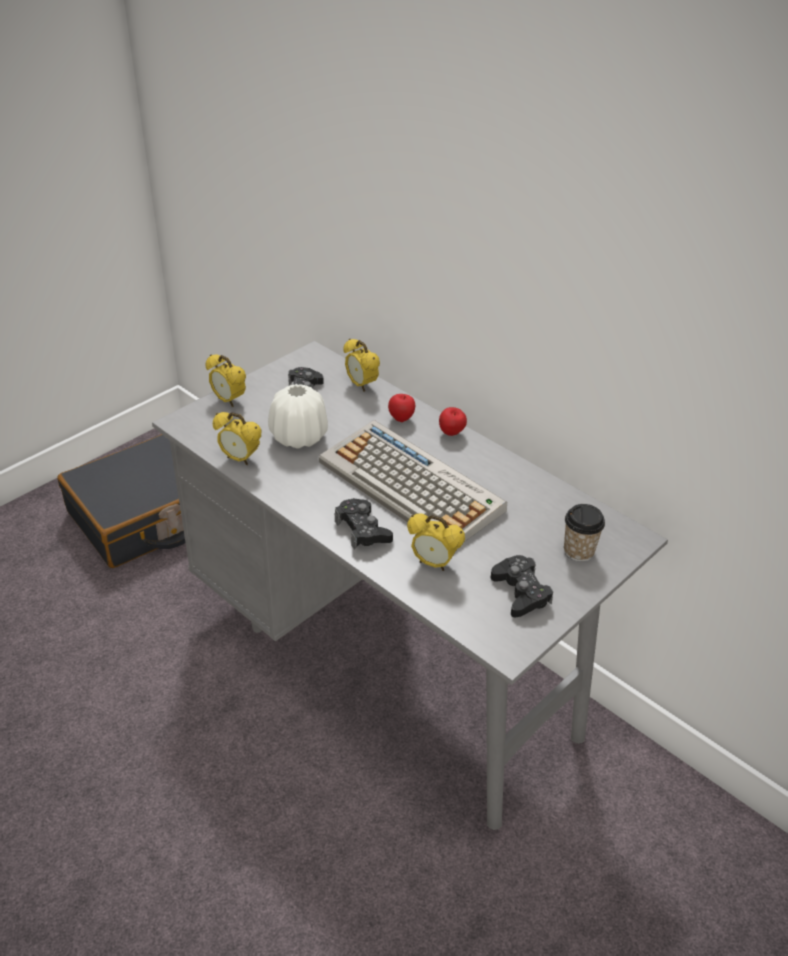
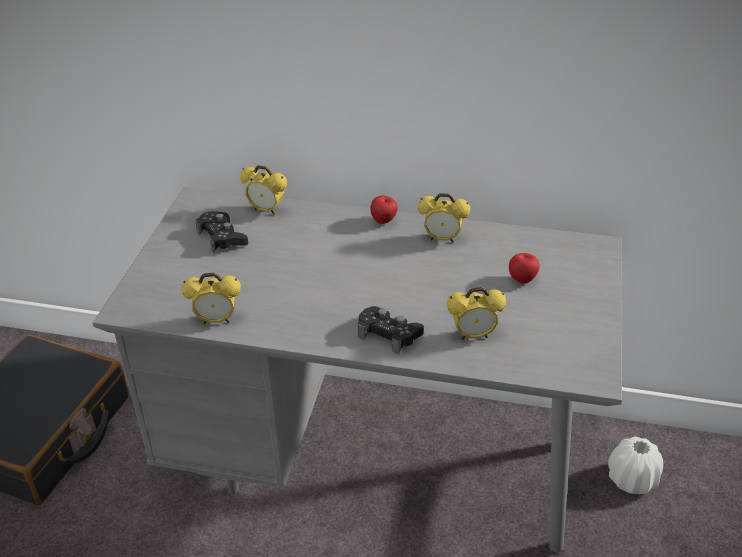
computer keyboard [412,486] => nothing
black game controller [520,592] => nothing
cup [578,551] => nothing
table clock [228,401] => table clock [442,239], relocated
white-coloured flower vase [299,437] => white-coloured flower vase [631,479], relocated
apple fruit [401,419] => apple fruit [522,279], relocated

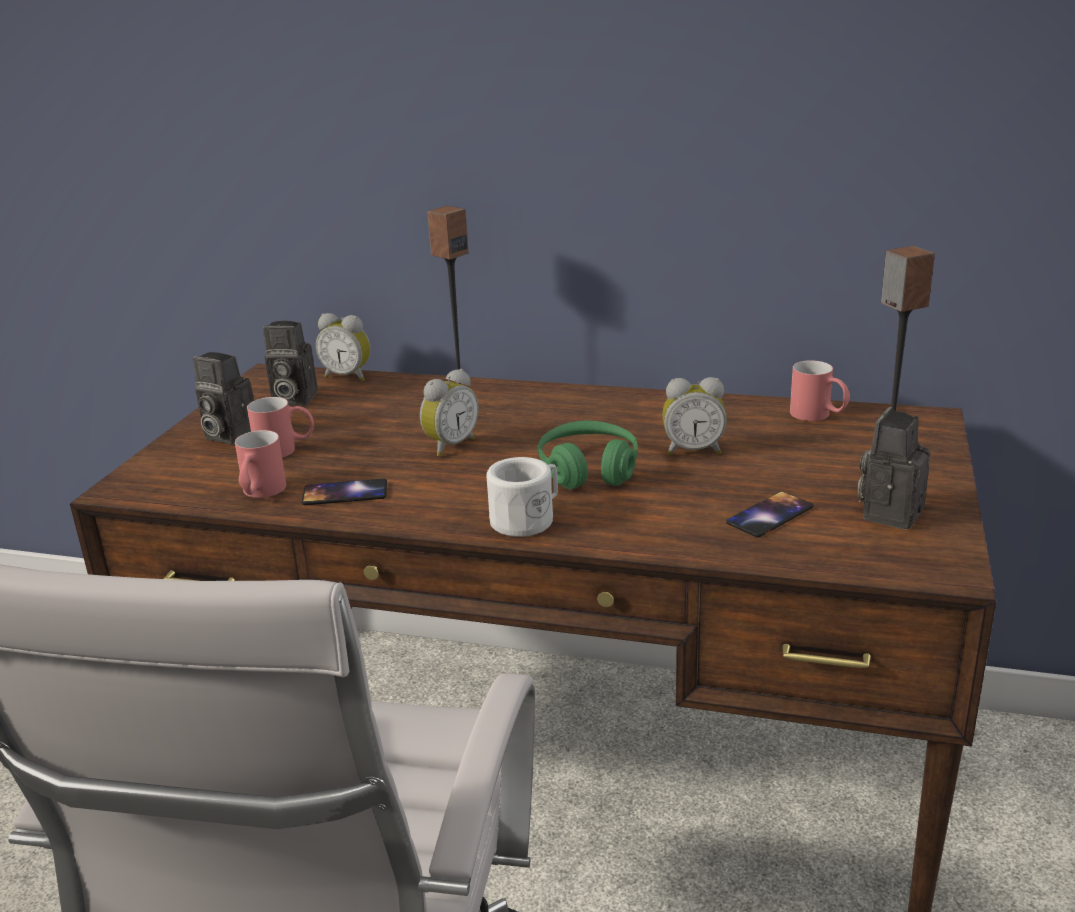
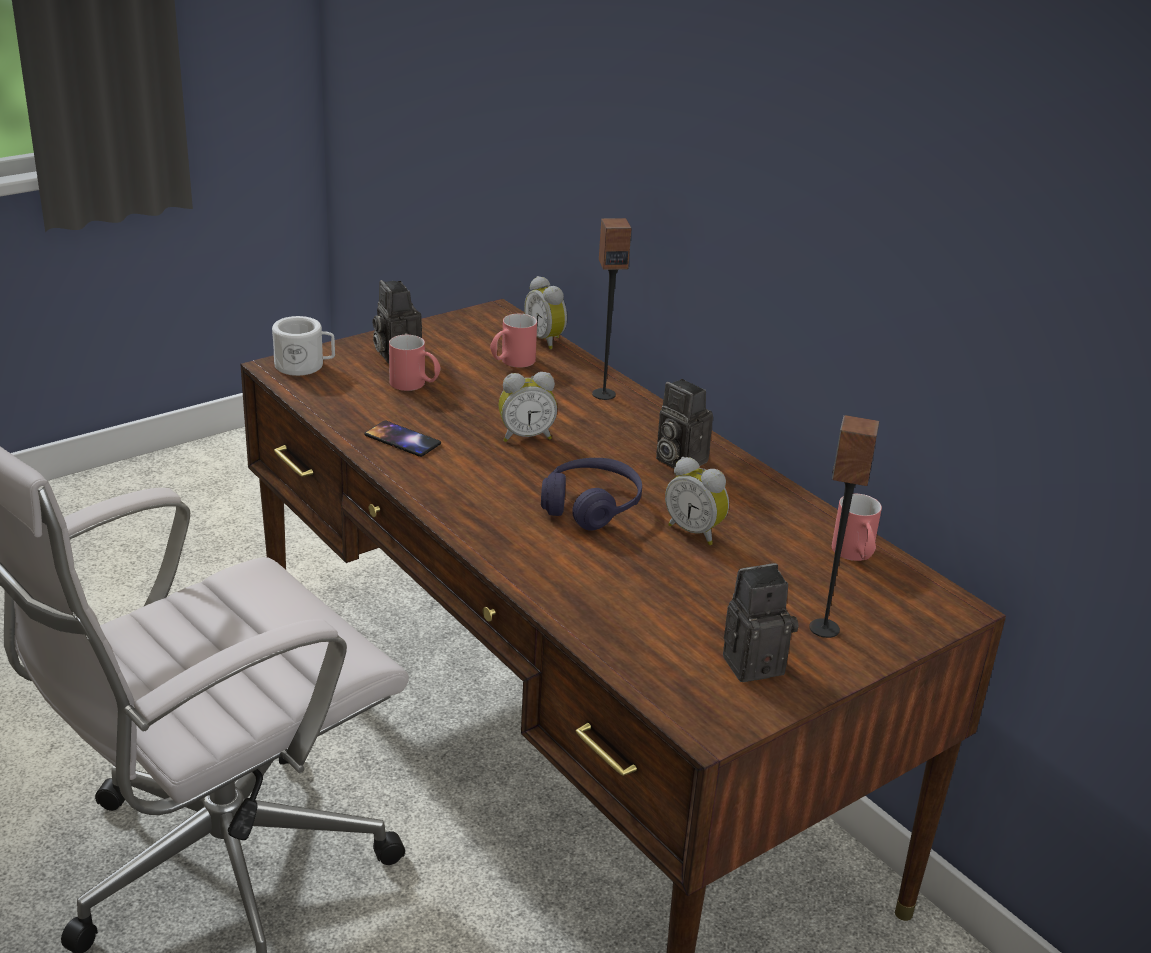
phone [769,515] => nothing
red tea mug [260,493] => red tea mug [511,363], relocated
photo camera [291,399] => photo camera [677,460], relocated
white-coloured tea mug [527,519] => white-coloured tea mug [305,366], relocated
greenish pair of headphones [588,469] => purple pair of headphones [590,506]

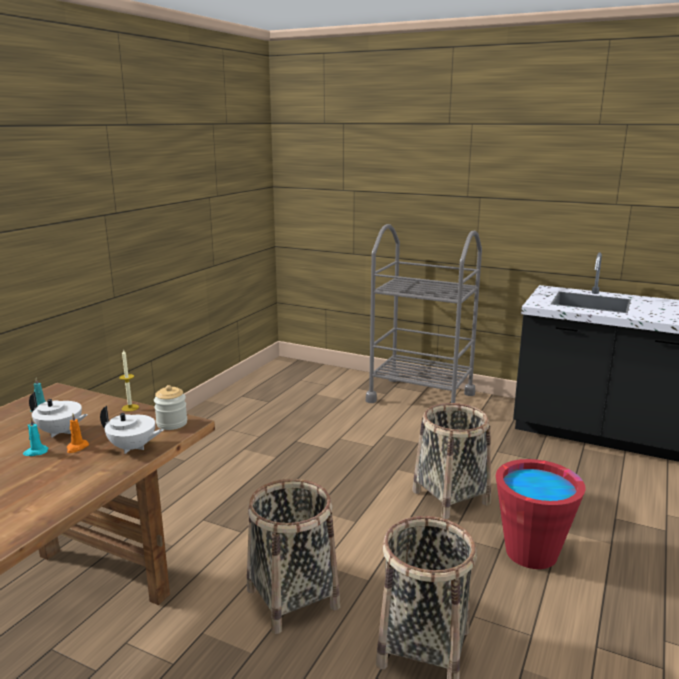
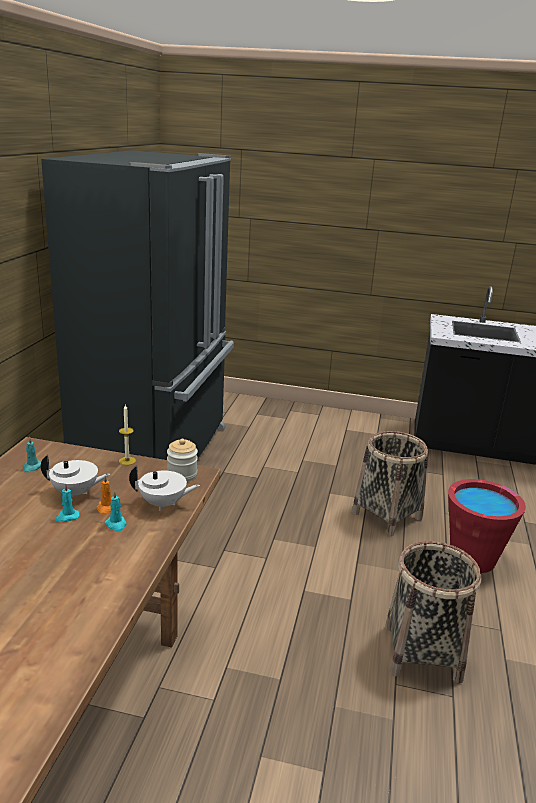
basket [293,598] => nothing
grey cart [421,397] => nothing
nothing => black kitchen fridge [157,454]
nothing => turquoise wax candle [116,524]

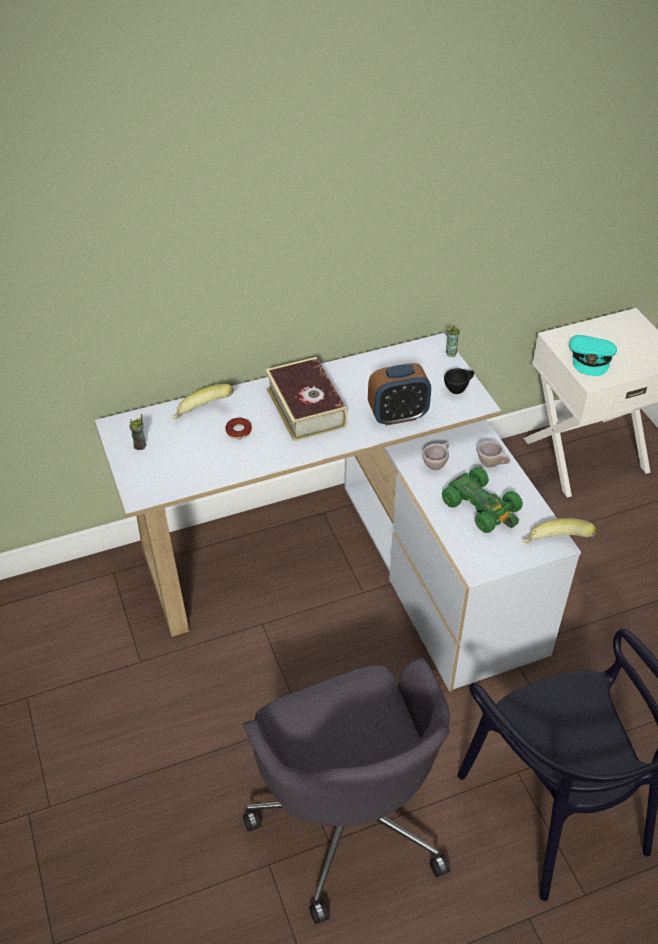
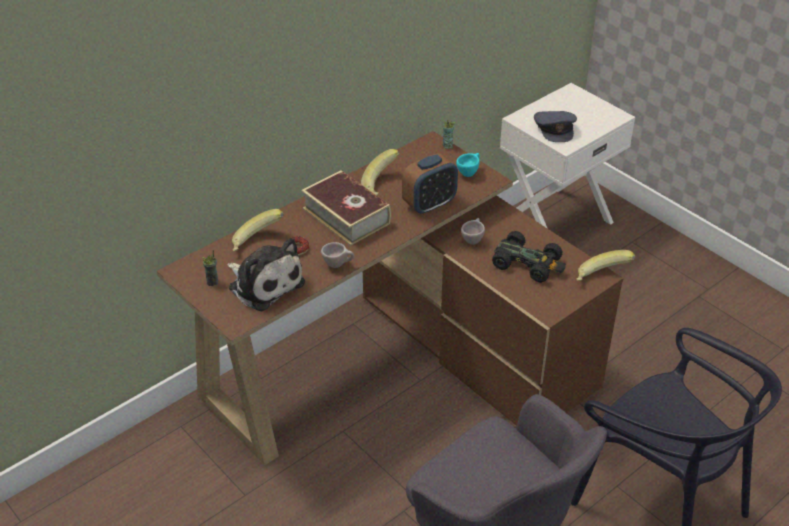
nothing => plush toy [264,284]
nothing => banana fruit [382,185]
sand-coloured cup [492,464] => sand-coloured cup [338,264], relocated
white-coloured desk table [348,565] => brownish desk table [397,361]
greenish toy car [482,507] => black toy car [528,263]
black cup [458,389] => turquoise cup [469,172]
turquoise peaked cap [590,358] => grey peaked cap [555,129]

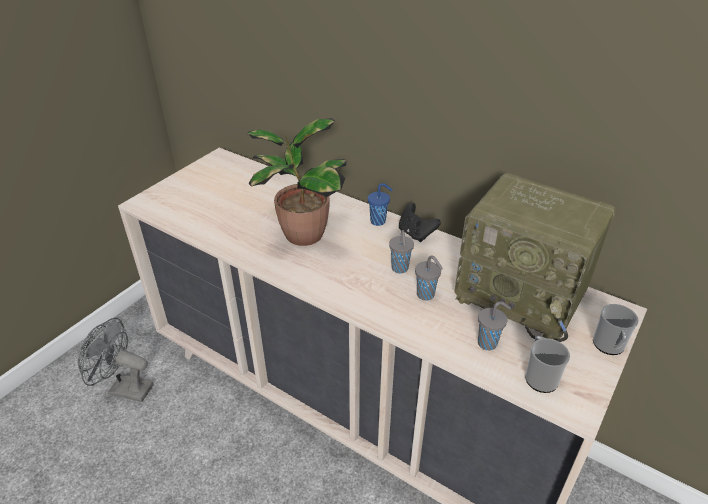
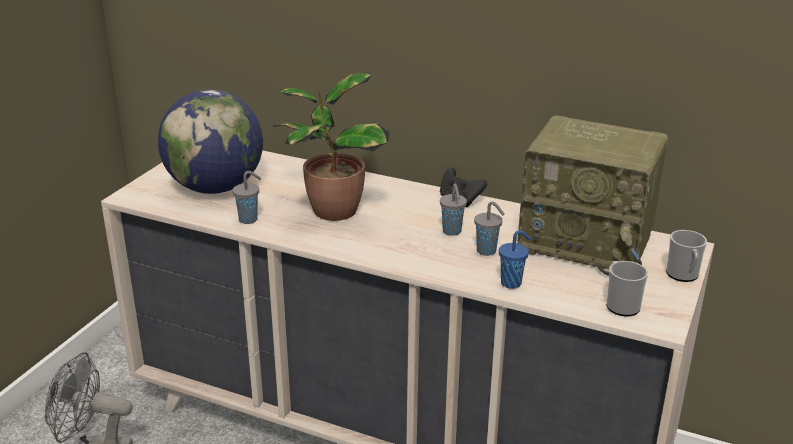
nothing => globe [215,188]
blue-coloured cup [379,221] => blue-coloured cup [512,283], relocated
grey cup [488,343] => grey cup [249,219], relocated

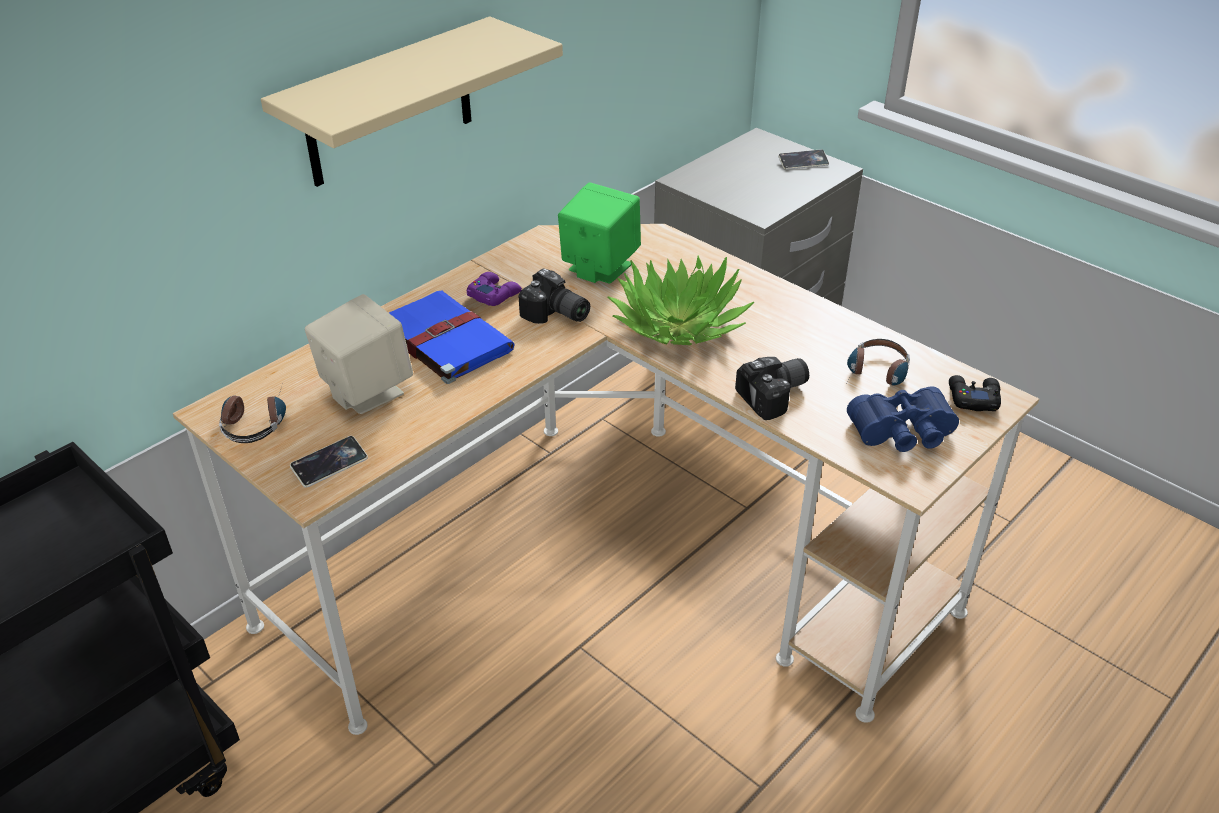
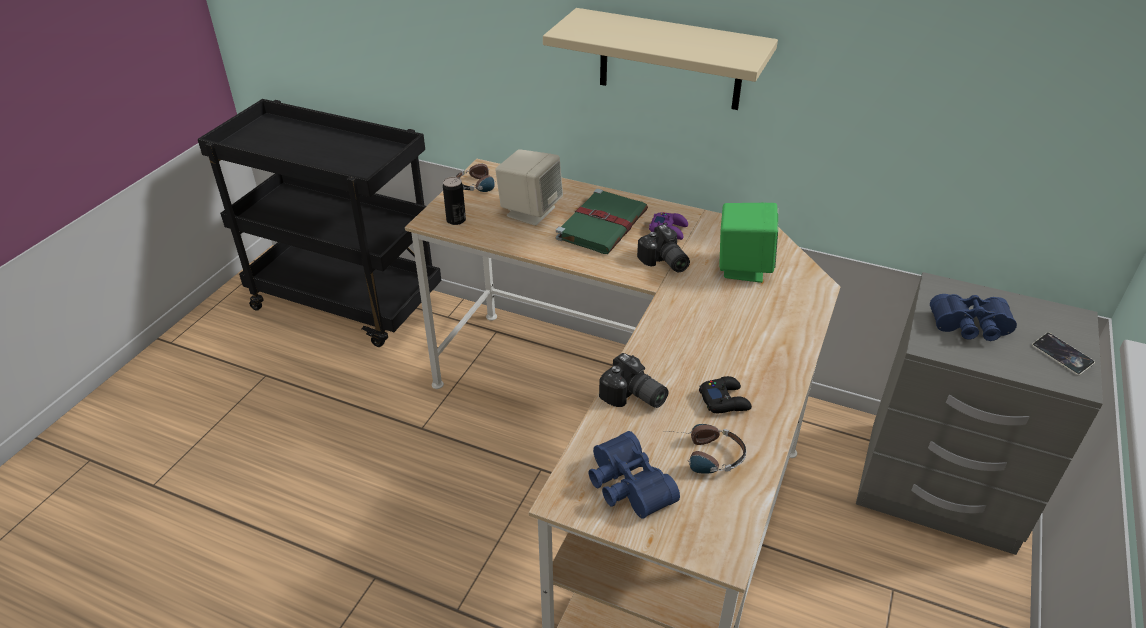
houseplant [679,324] => nothing
nothing => blue-coloured binoculars [970,328]
black game controller [972,398] => black game controller [724,400], relocated
phone [330,465] => can [456,220]
blue-coloured bound book [443,338] => greenish bound book [603,224]
photo camera [555,315] => photo camera [663,262], 45 degrees counterclockwise

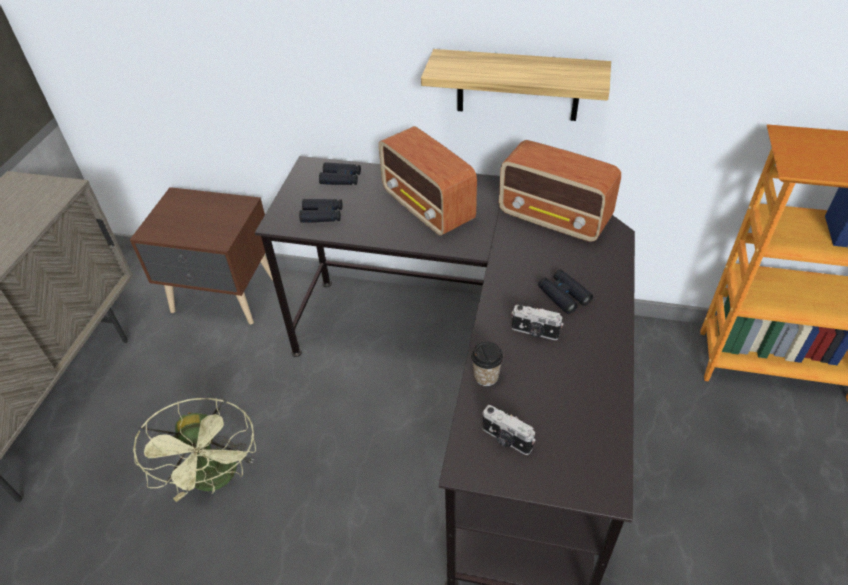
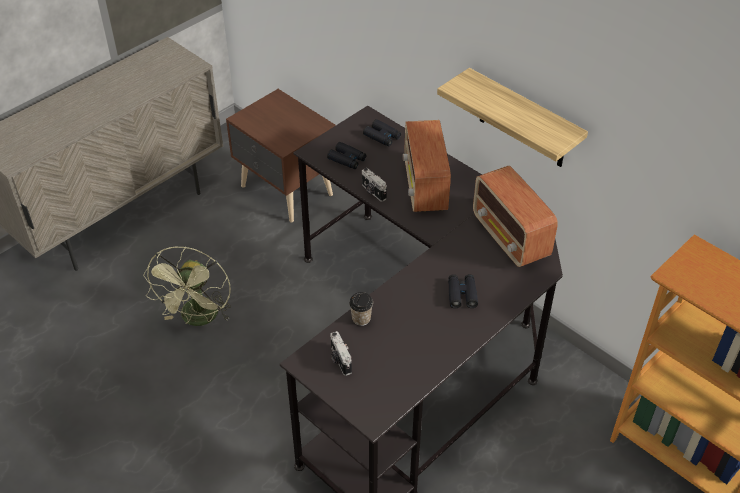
photo camera [535,332] => photo camera [373,192], relocated

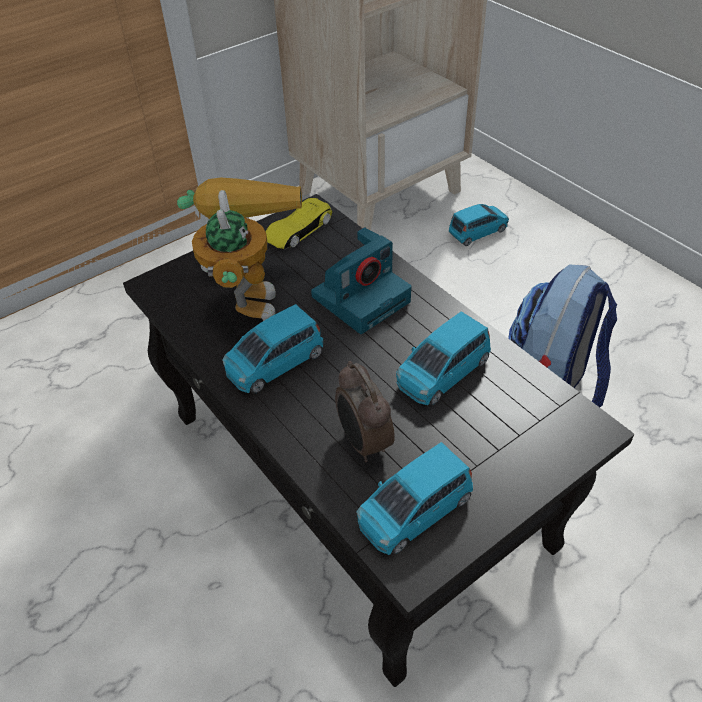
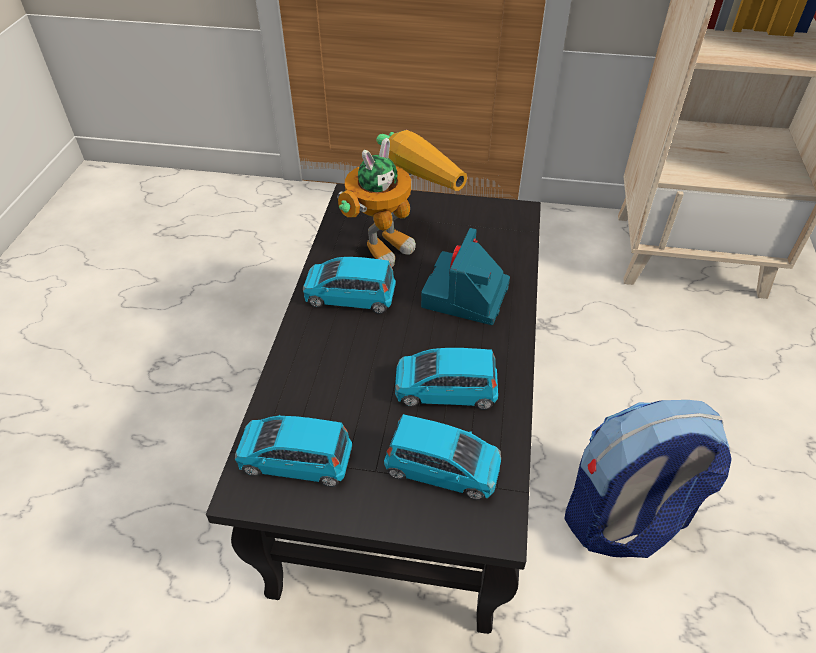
yellow toy car [298,230] => nothing
table clock [363,443] => nothing
blue-coloured toy car [478,232] => blue-coloured toy car [442,469], relocated
photo camera [361,297] => photo camera [466,296], 105 degrees clockwise

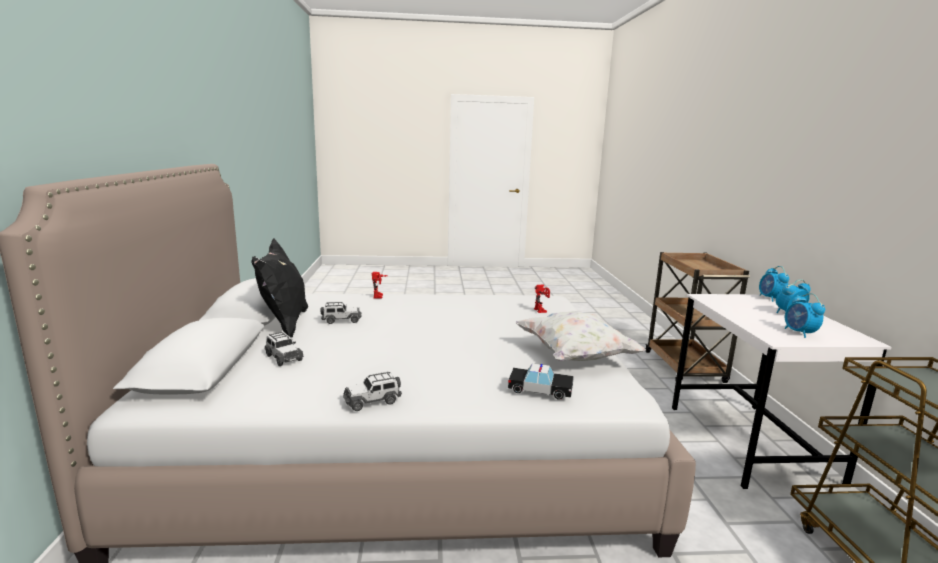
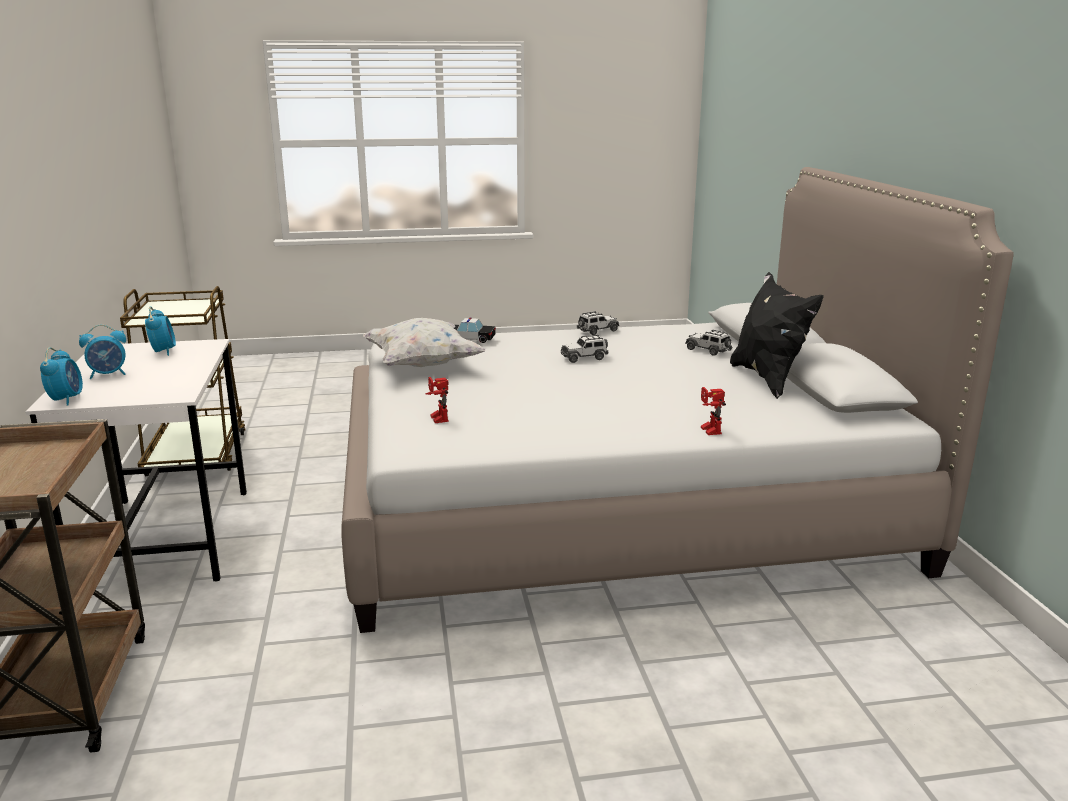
toy car [341,320] => toy car [584,358], relocated

